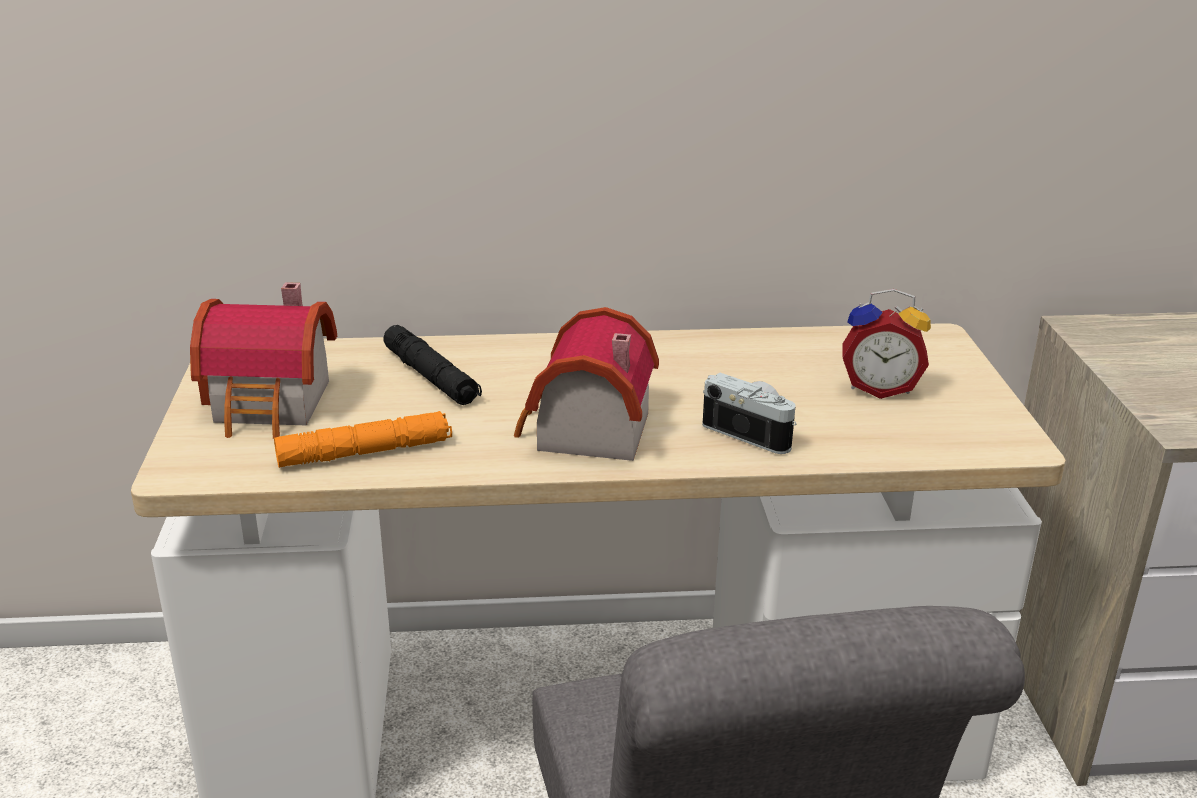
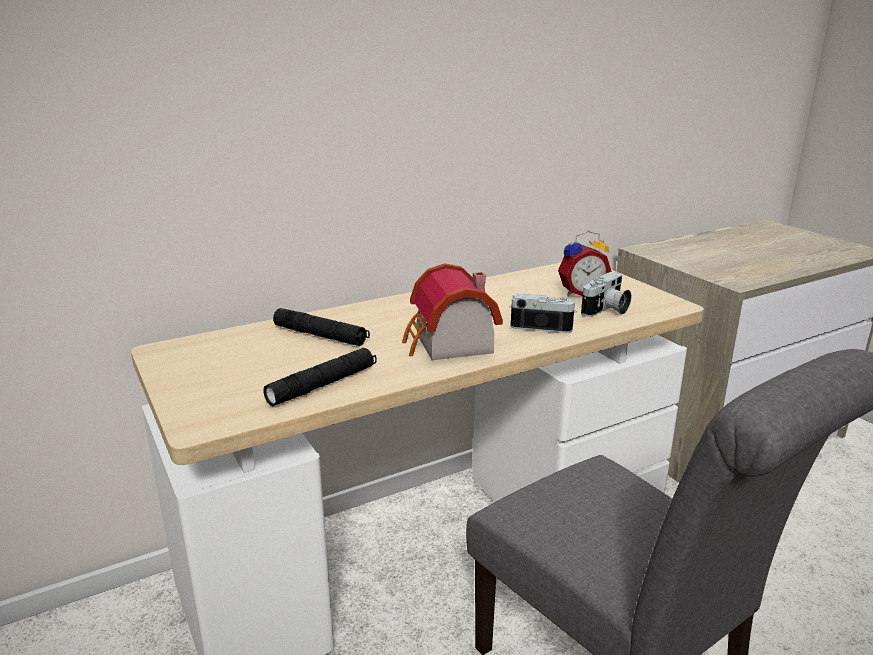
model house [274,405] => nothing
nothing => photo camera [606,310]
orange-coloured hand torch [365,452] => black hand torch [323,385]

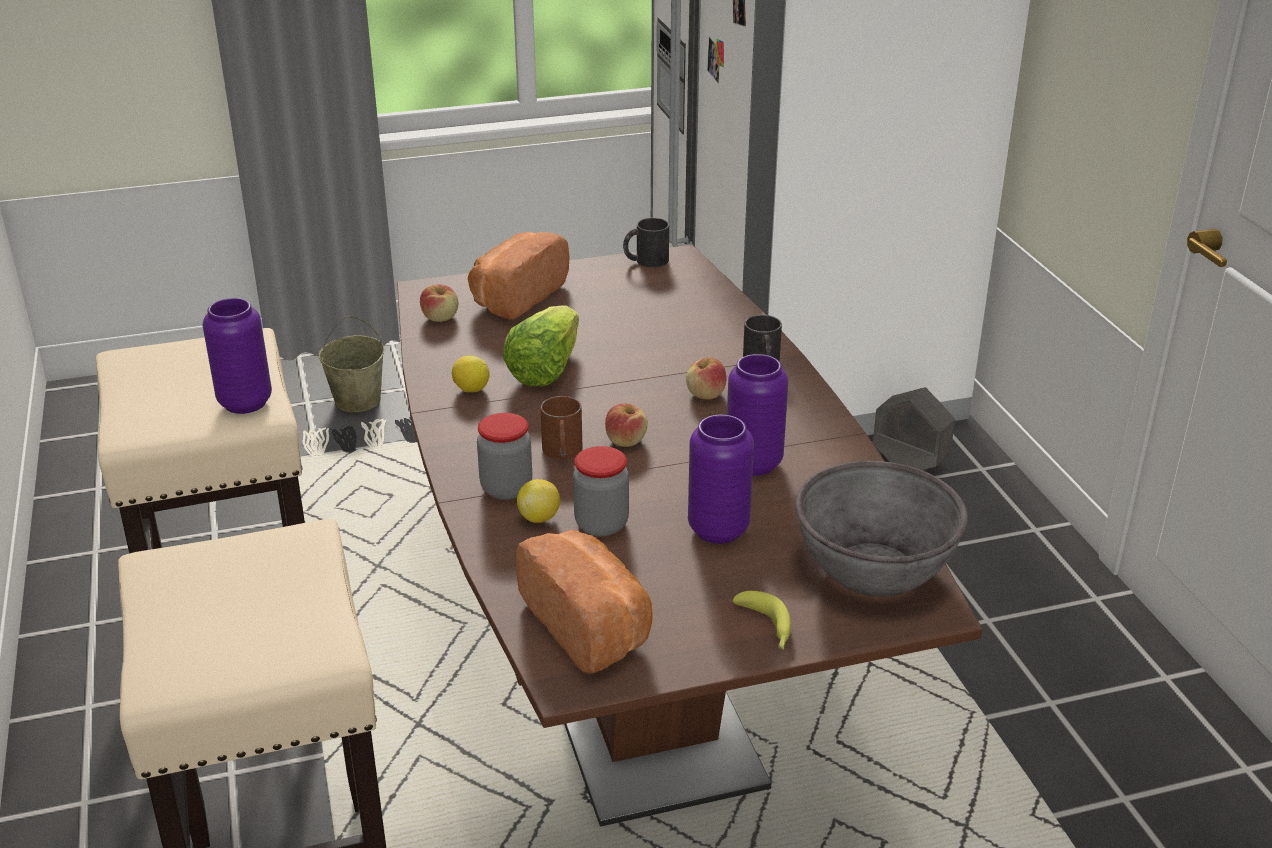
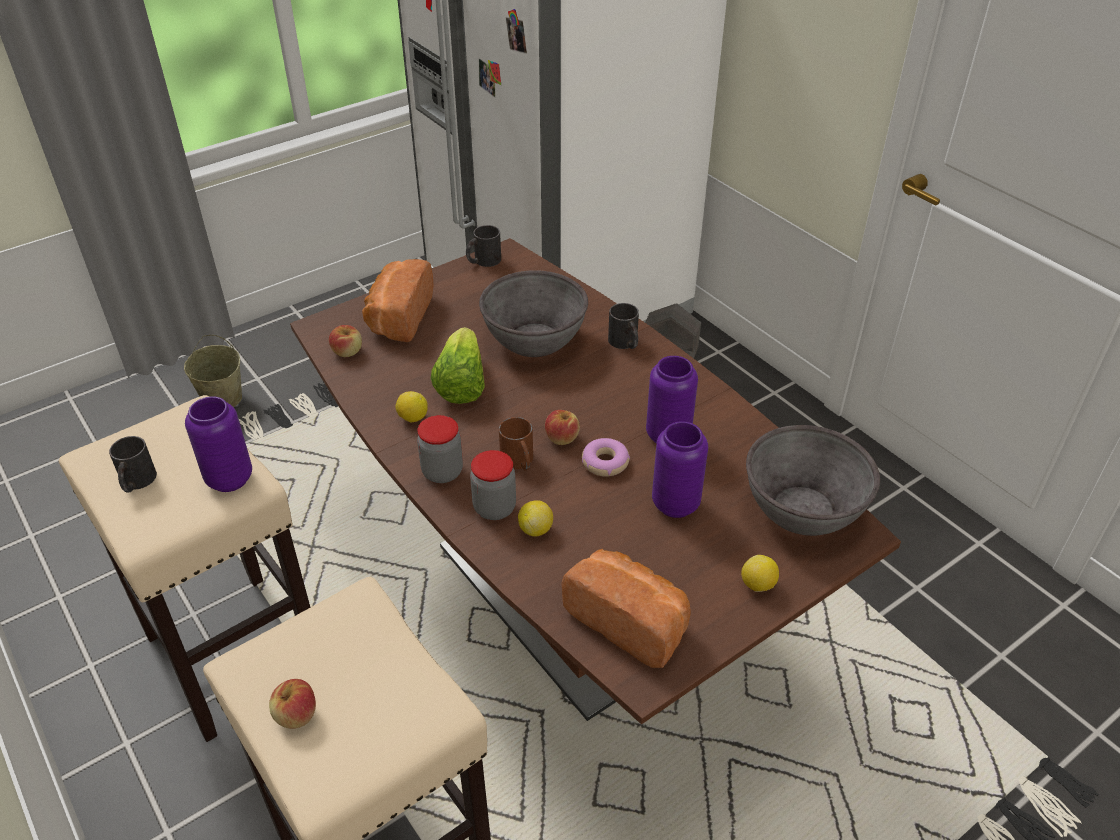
nothing => black tea mug [136,482]
nothing => grey serving bowl [534,340]
nothing => donut [605,462]
preserve jar [601,524] => preserve jar [442,472], relocated
apple fruit [706,394] => apple fruit [296,715], relocated
banana fruit [766,628] => citrus fruit [758,585]

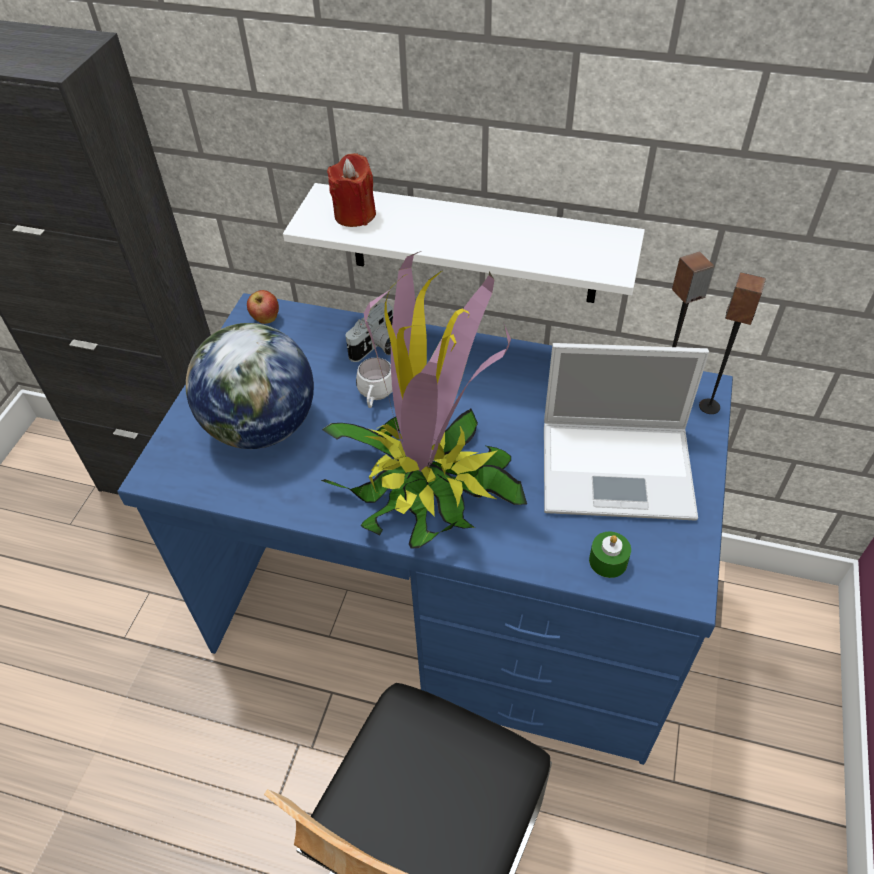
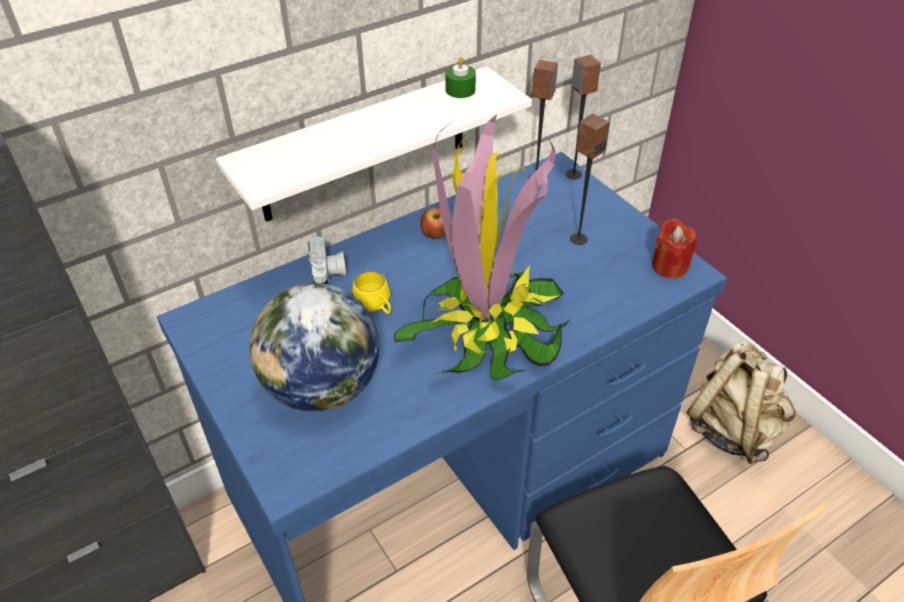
nothing => sand-coloured knapsack [732,428]
apple fruit [266,319] => apple fruit [435,235], relocated
red wax candle [355,214] => red wax candle [669,266], relocated
greenish wax candle [608,561] => greenish wax candle [460,90], relocated
notebook computer [620,469] => audio speaker [578,239]
white-coloured tea mug [375,397] => yellow tea mug [376,308]

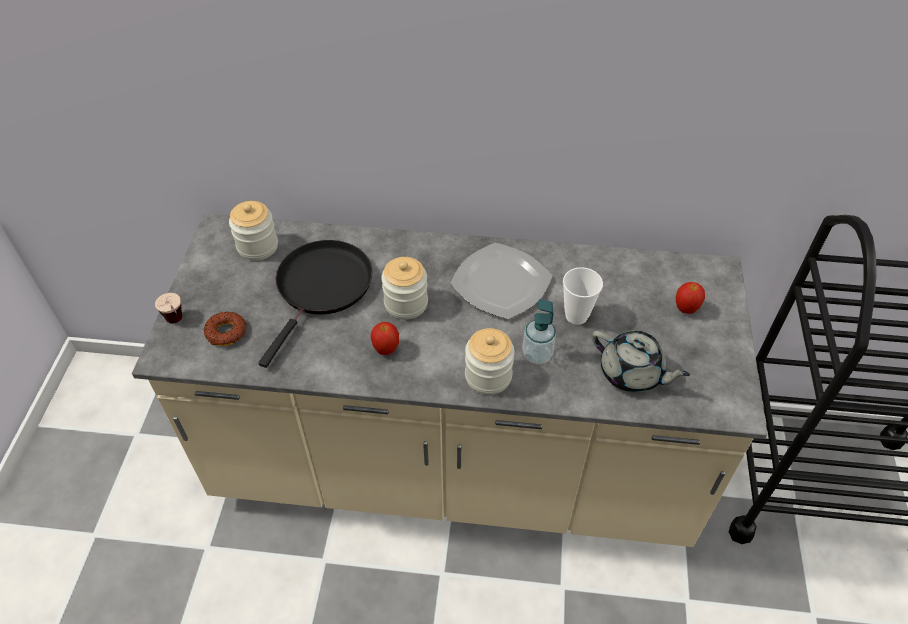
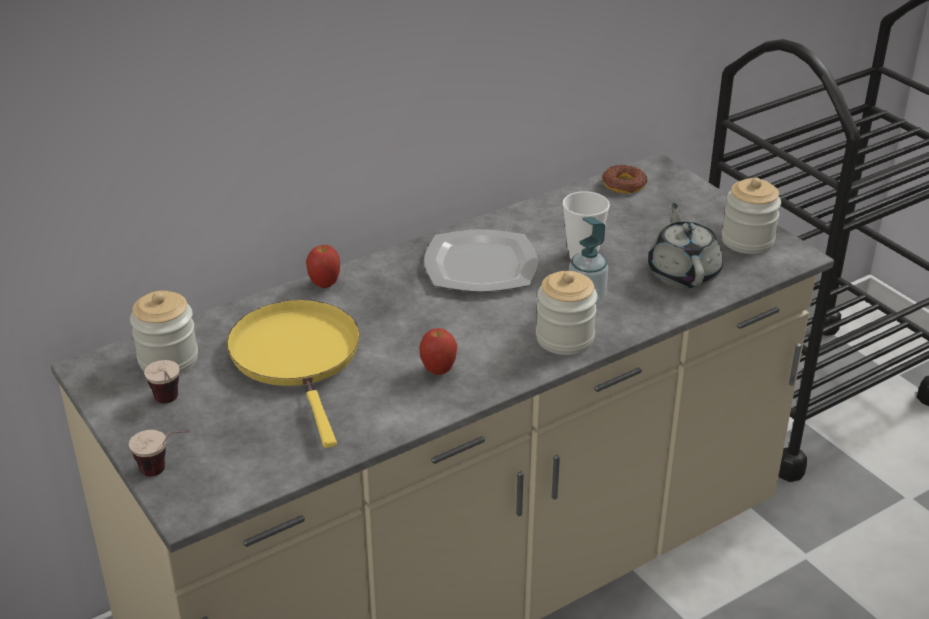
nothing => cup [169,405]
donut [226,332] => donut [624,184], relocated
preserve jar [406,303] => preserve jar [747,241], relocated
apple fruit [685,309] => apple fruit [324,284], relocated
black pan [322,288] => yellow pan [298,357]
grey teapot [632,373] => grey teapot [683,273], 90 degrees counterclockwise

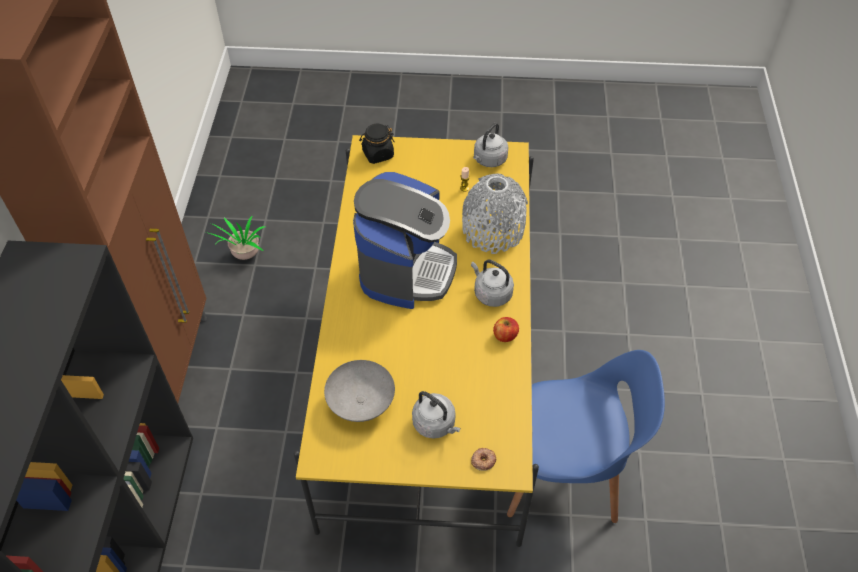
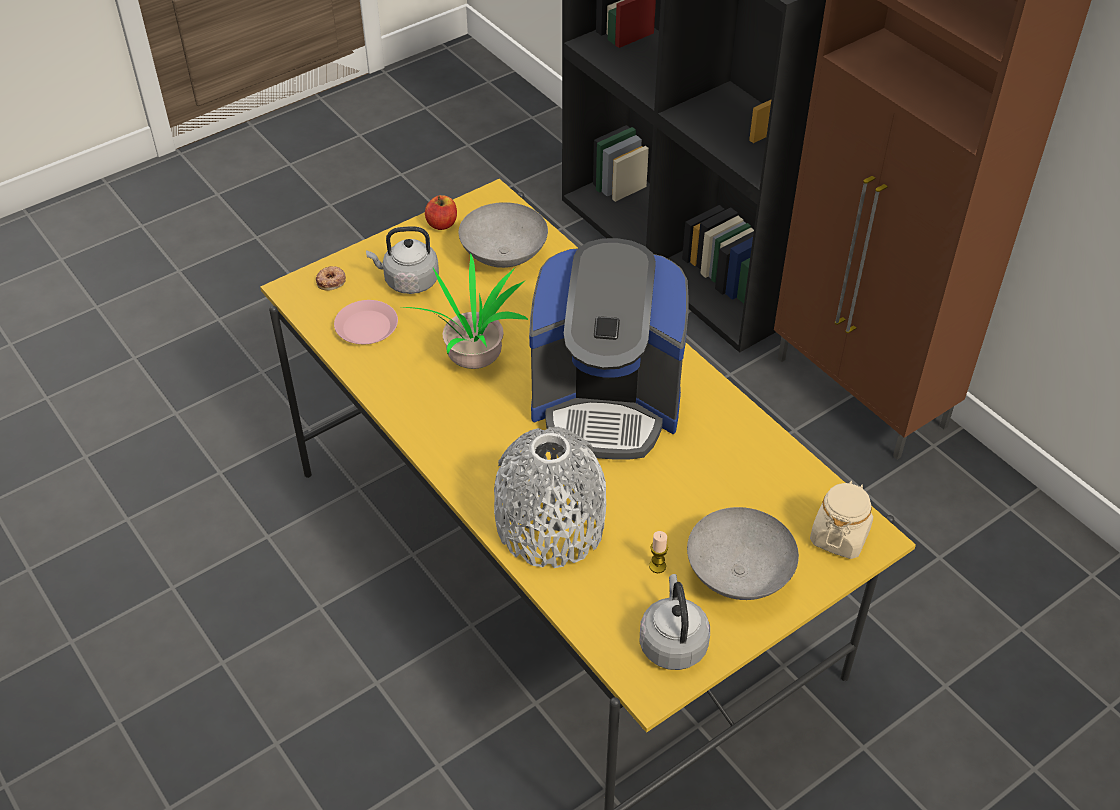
grey tea kettle [491,293] => nothing
blue-coloured upright chair [564,474] => nothing
nothing => pink-coloured flat dish [366,327]
nothing => grey serving bowl [738,577]
houseplant [245,256] => houseplant [473,358], relocated
apple fruit [505,335] => apple fruit [442,224], relocated
black preserve jar [378,154] => sand-coloured preserve jar [839,536]
coffee machine [406,270] => coffee machine [606,404], 60 degrees counterclockwise

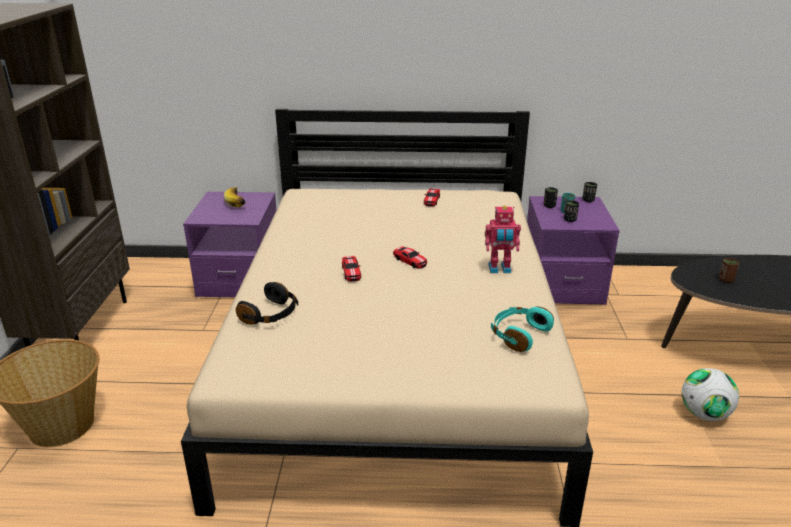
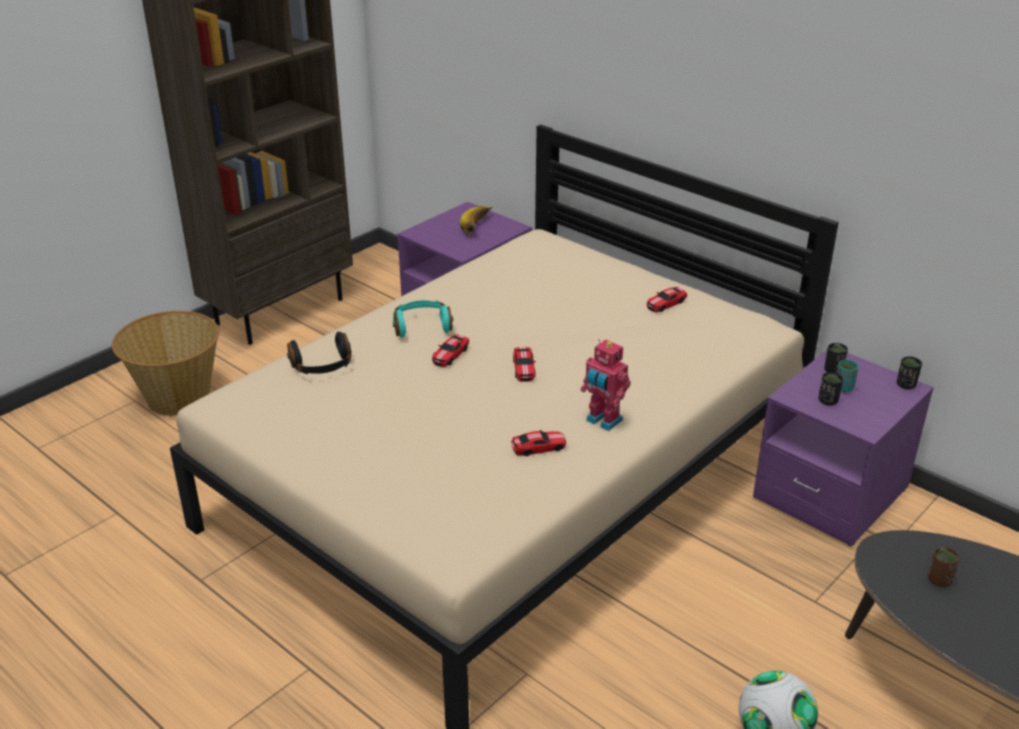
nothing => toy car [538,447]
turquoise pair of headphones [518,335] => turquoise pair of headphones [422,326], relocated

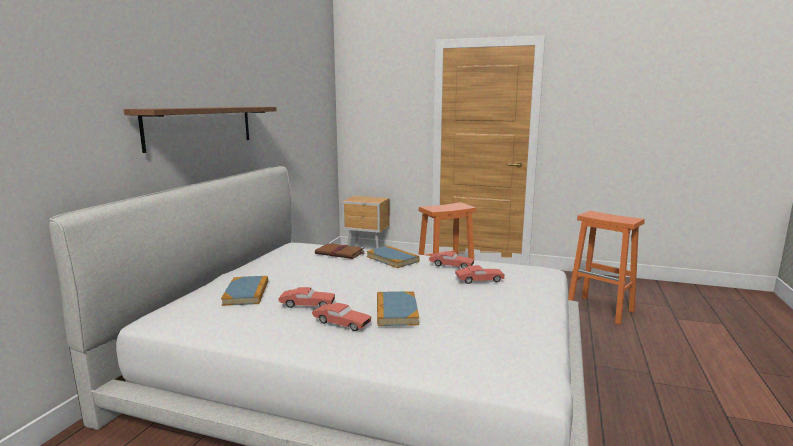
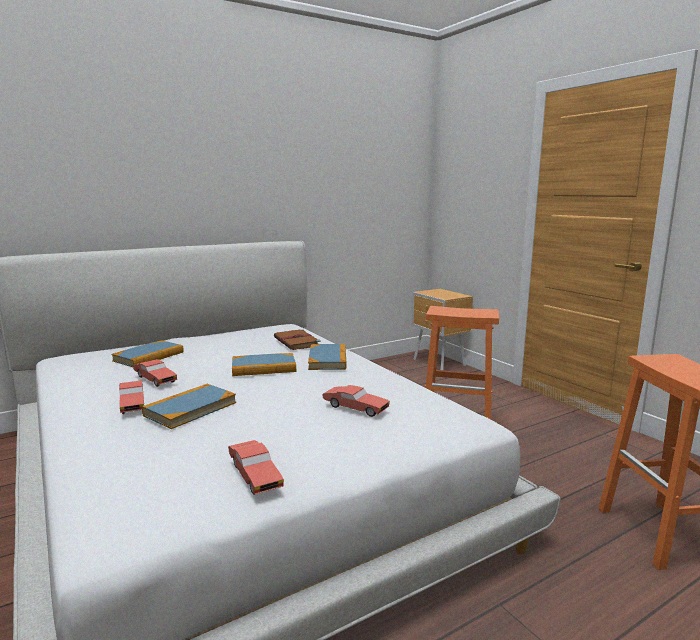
brownish wall shelf [201,126] => nothing
nothing => bound book [263,368]
red toy car [451,266] => red toy car [254,476], relocated

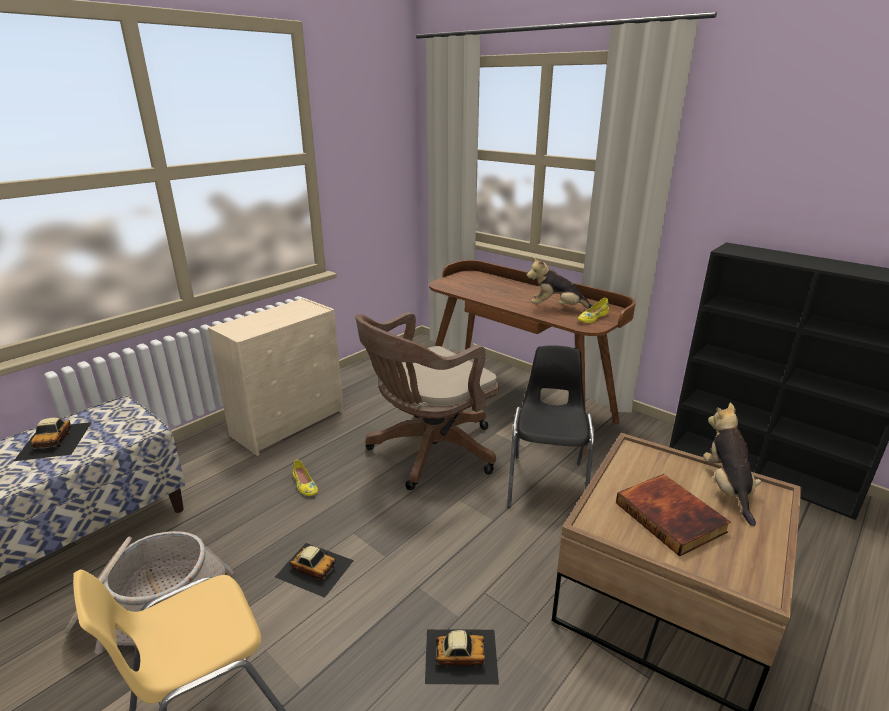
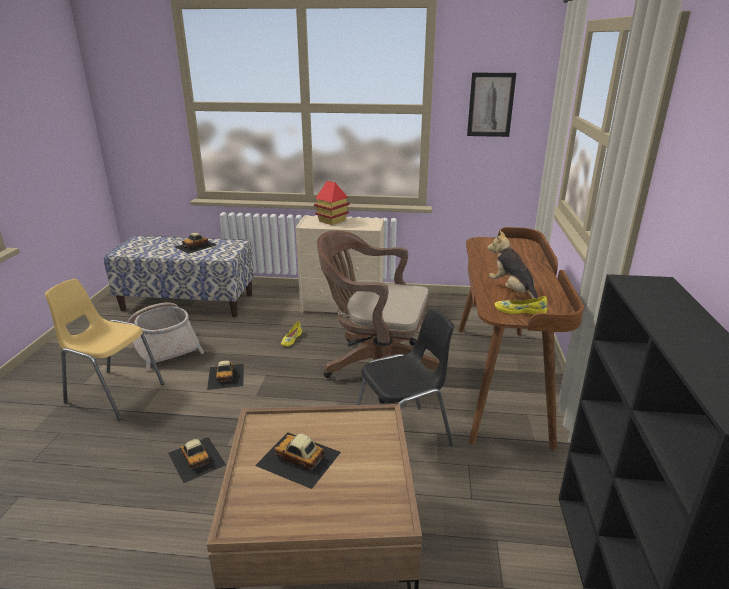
plush toy [726,488] => nothing
nothing => model house [332,221]
nothing => wall picture [490,105]
bound book [671,517] => toy car [298,459]

